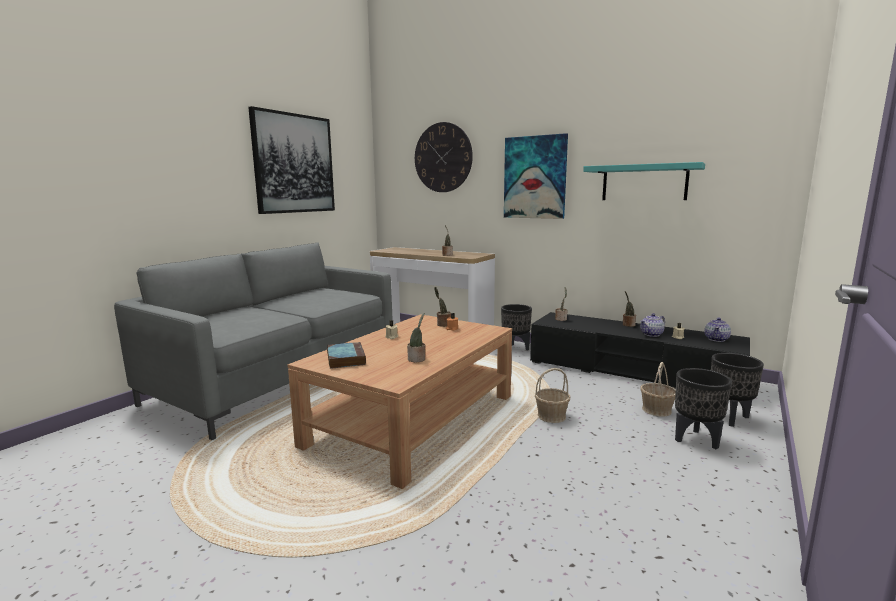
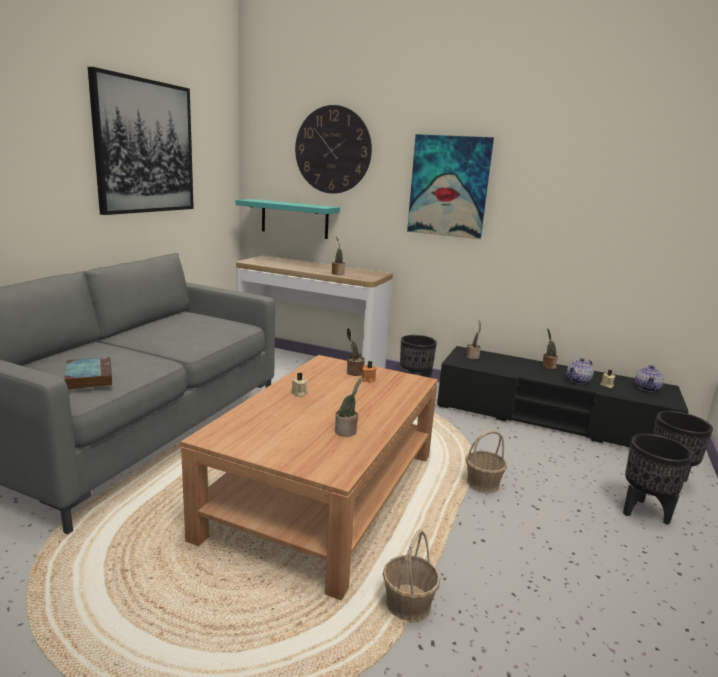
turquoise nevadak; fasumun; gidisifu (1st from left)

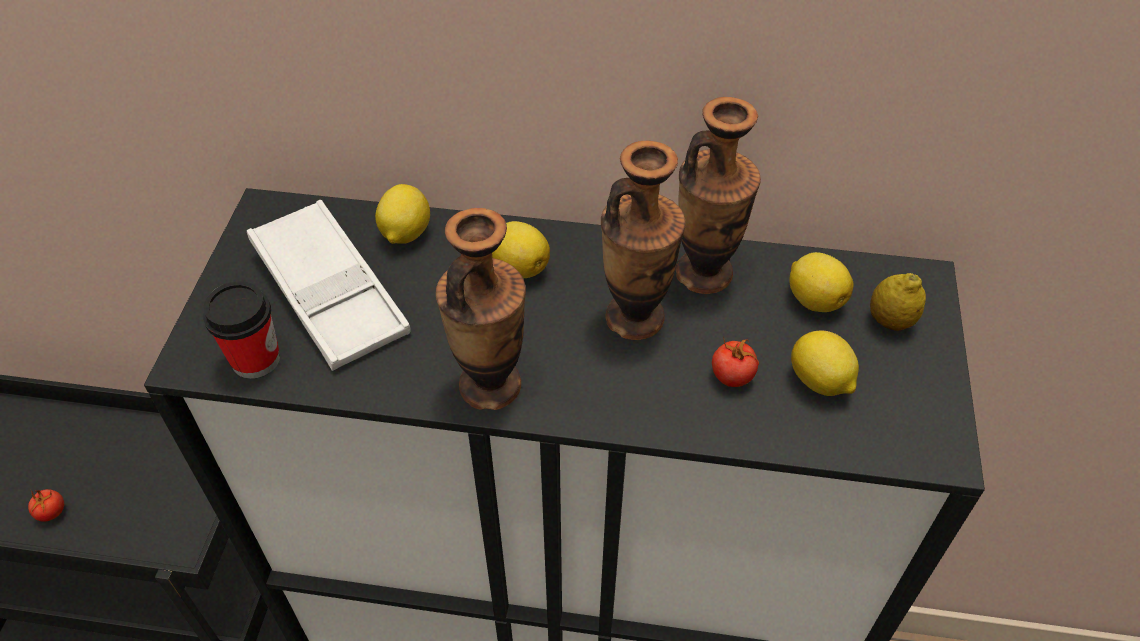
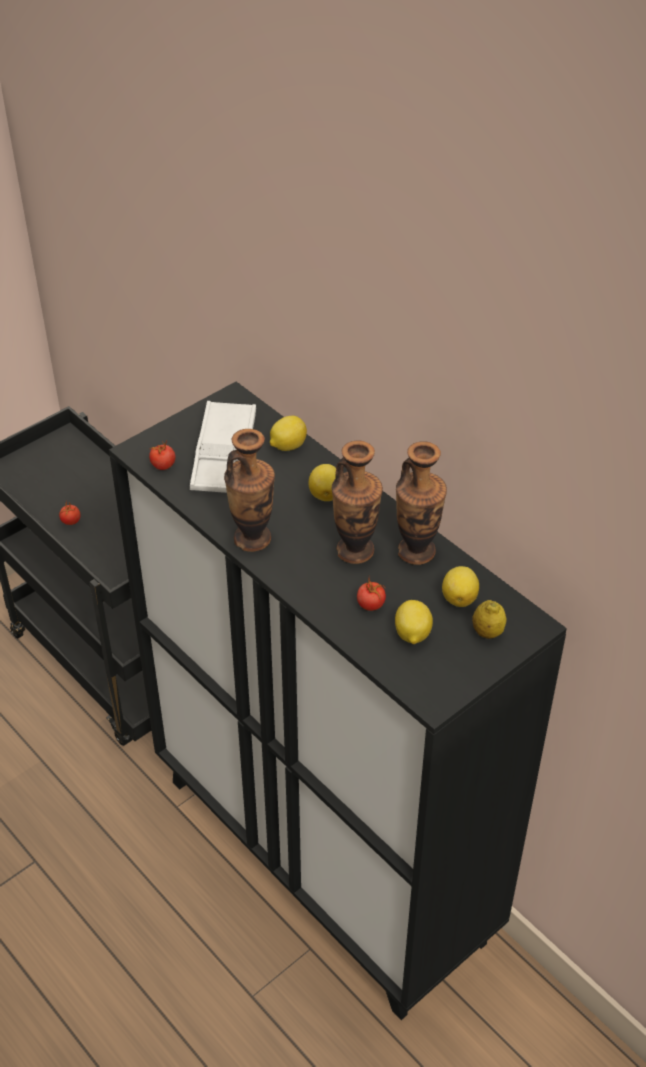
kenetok (2nd from left)

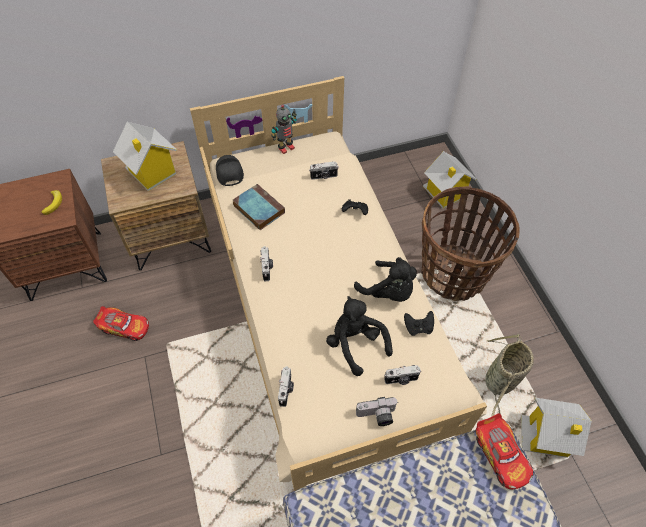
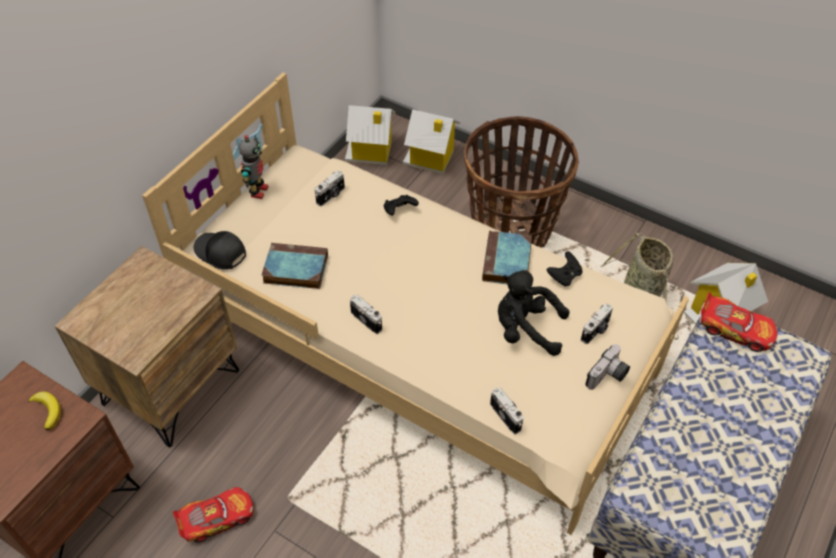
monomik (1st from left); fasumun (2nd from left)

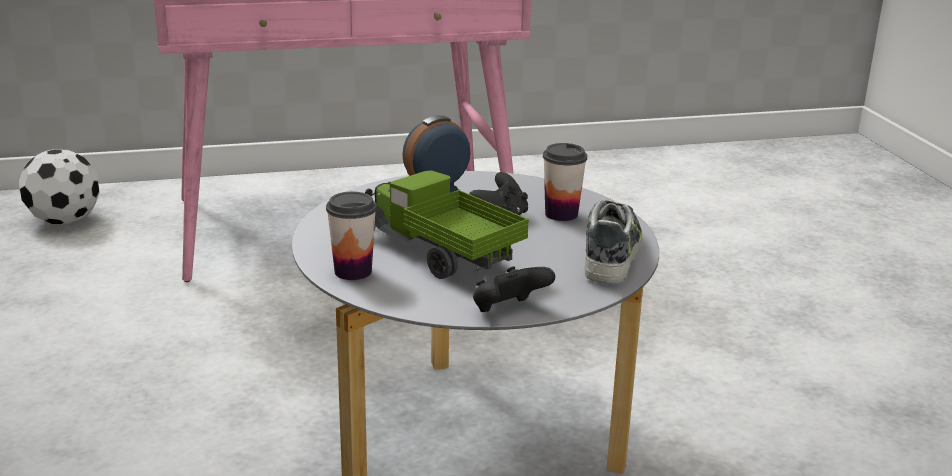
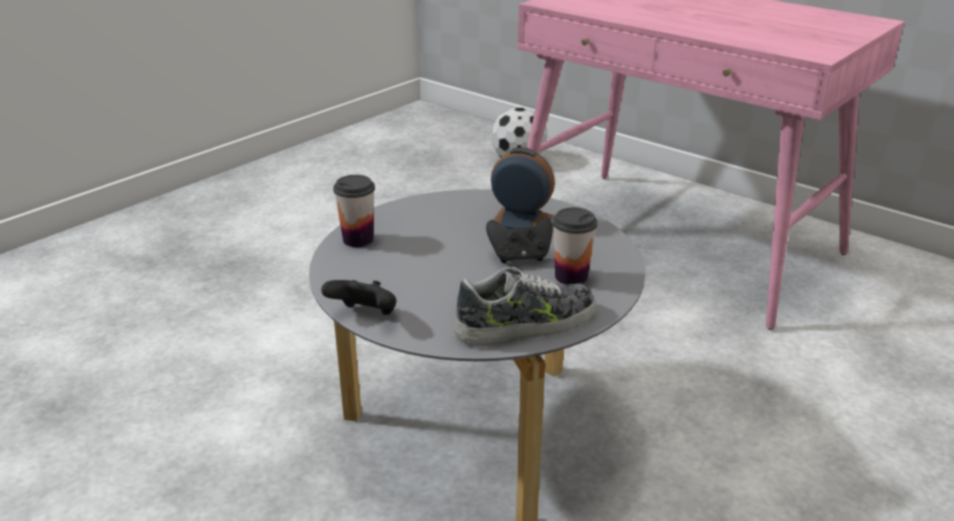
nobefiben

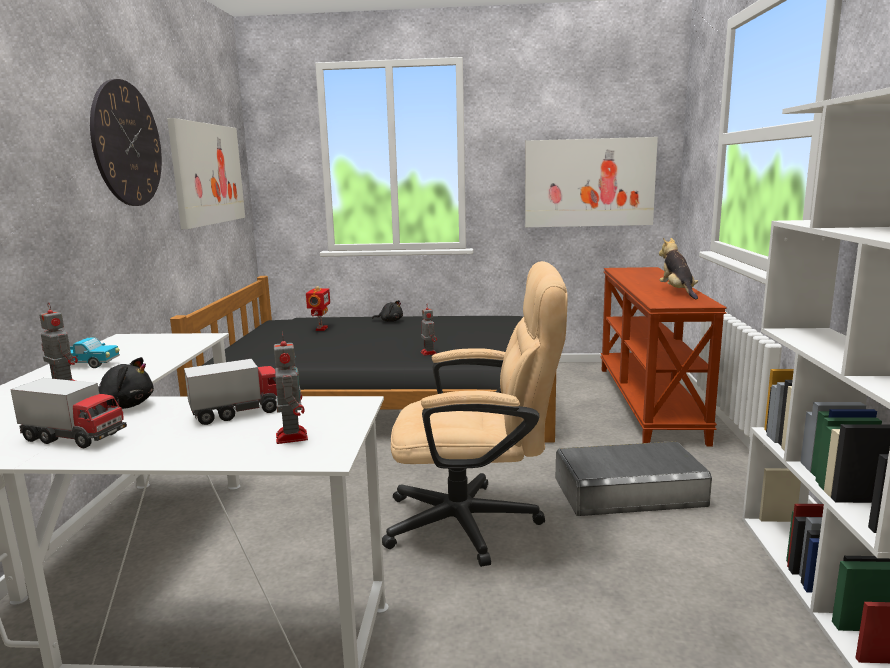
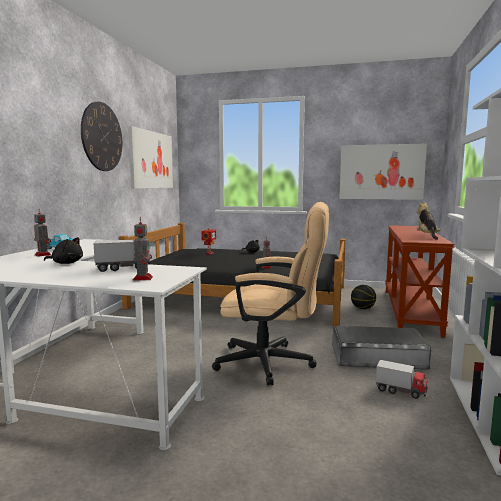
nobefiben (3rd from left); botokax

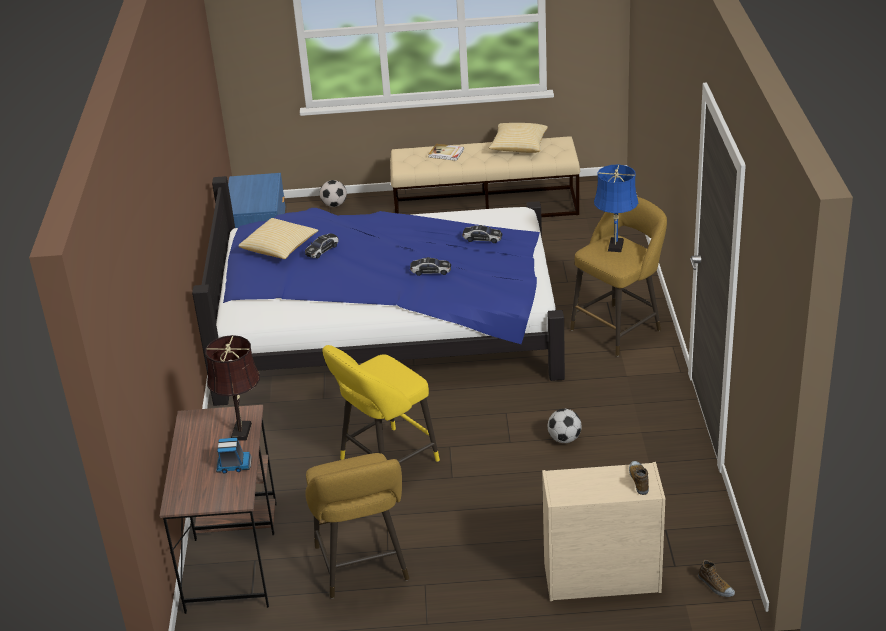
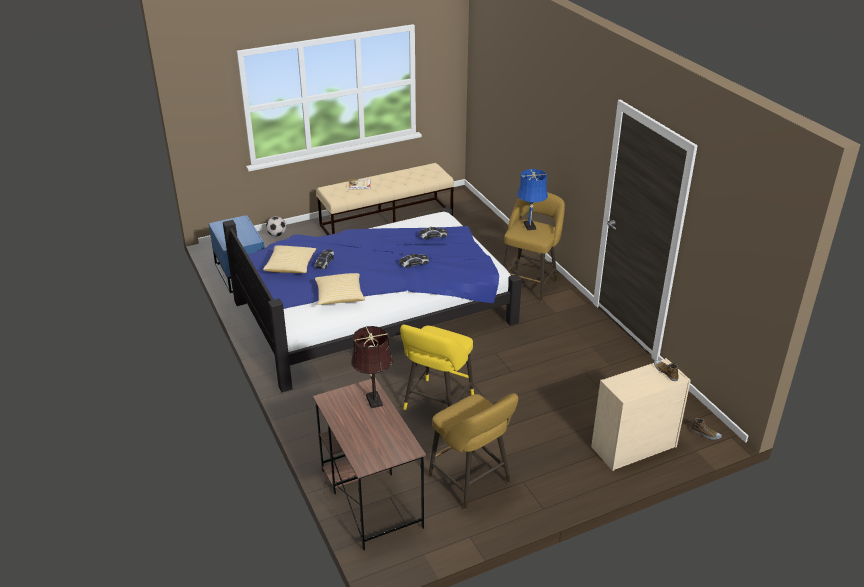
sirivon (2nd from left); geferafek (2nd from left in the first image); nobefiben

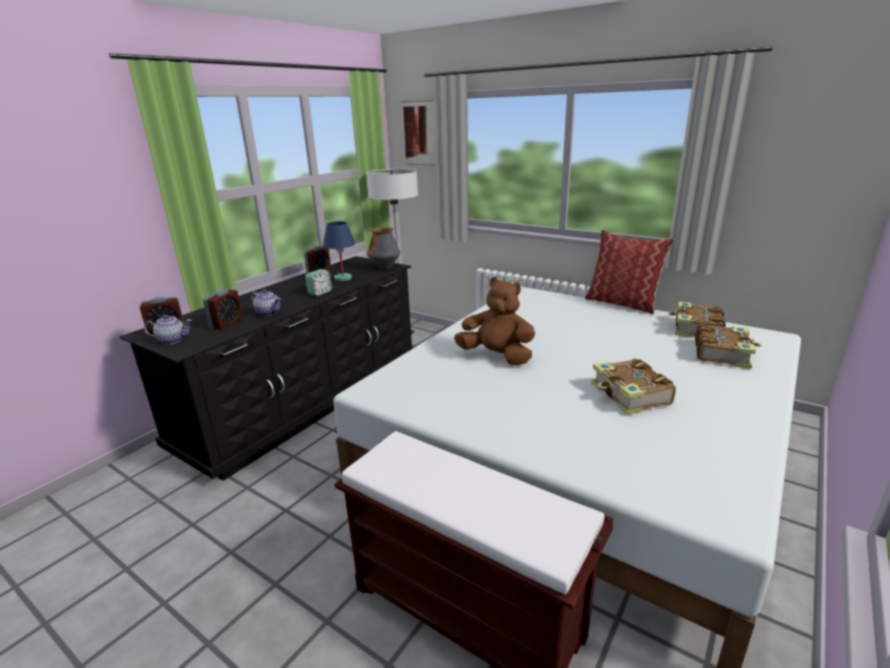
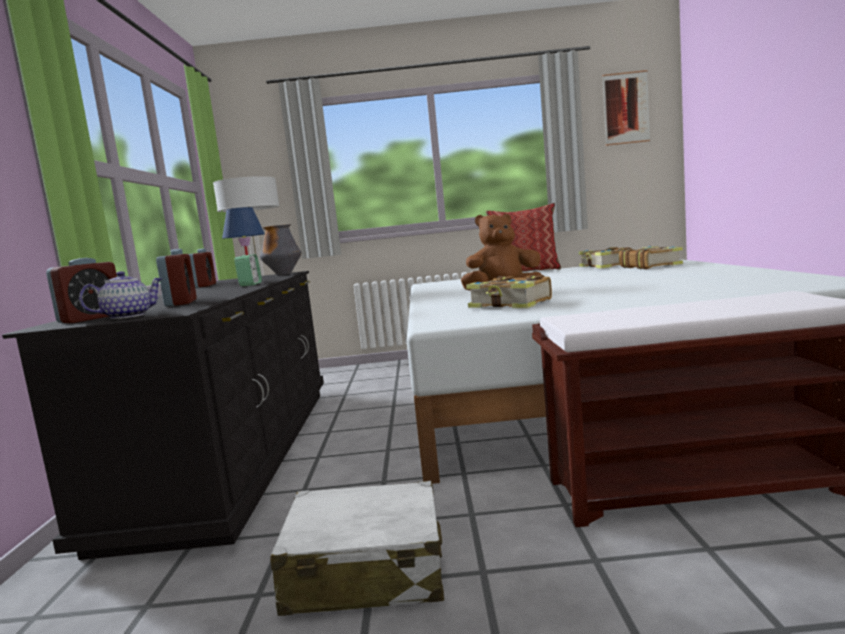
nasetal; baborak (2nd from left in the first image); fasumun (1st from left); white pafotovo

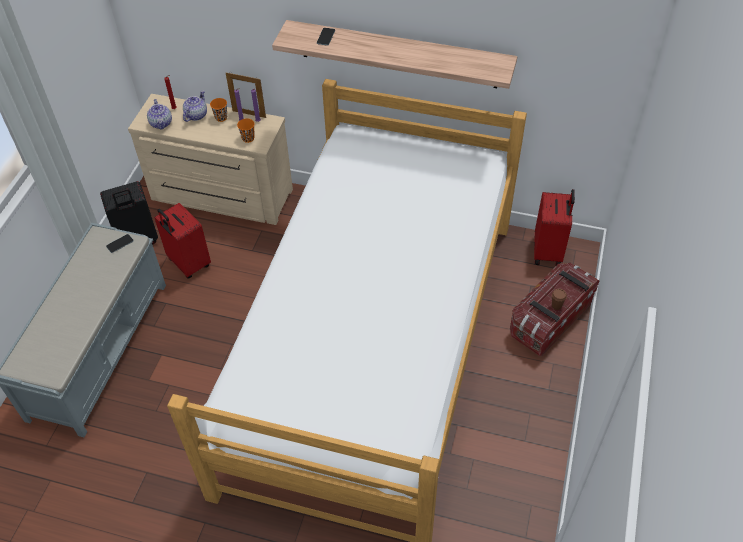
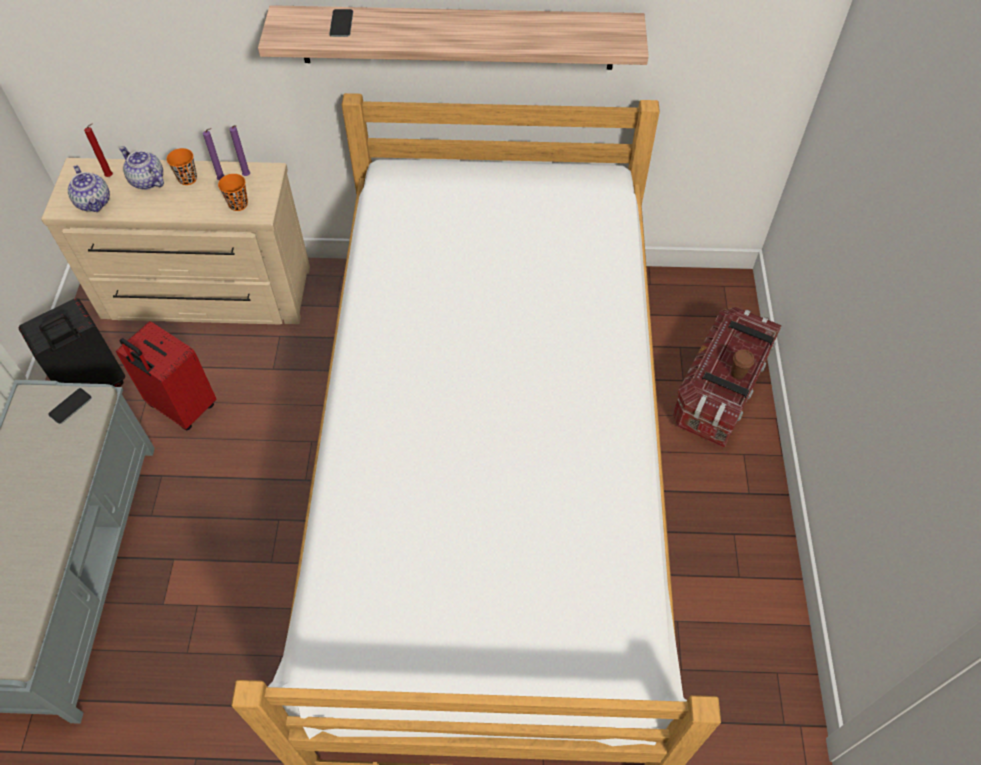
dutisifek; baborak (2nd from left); red pafotovo (2nd from left in the first image)

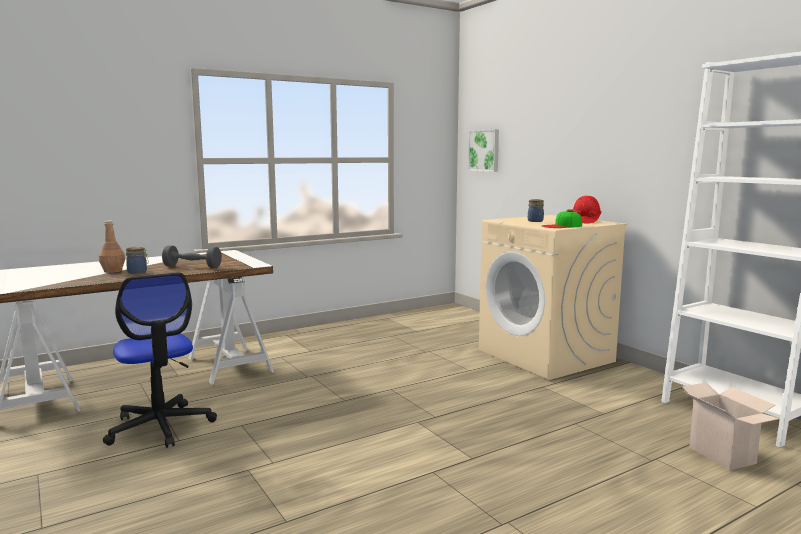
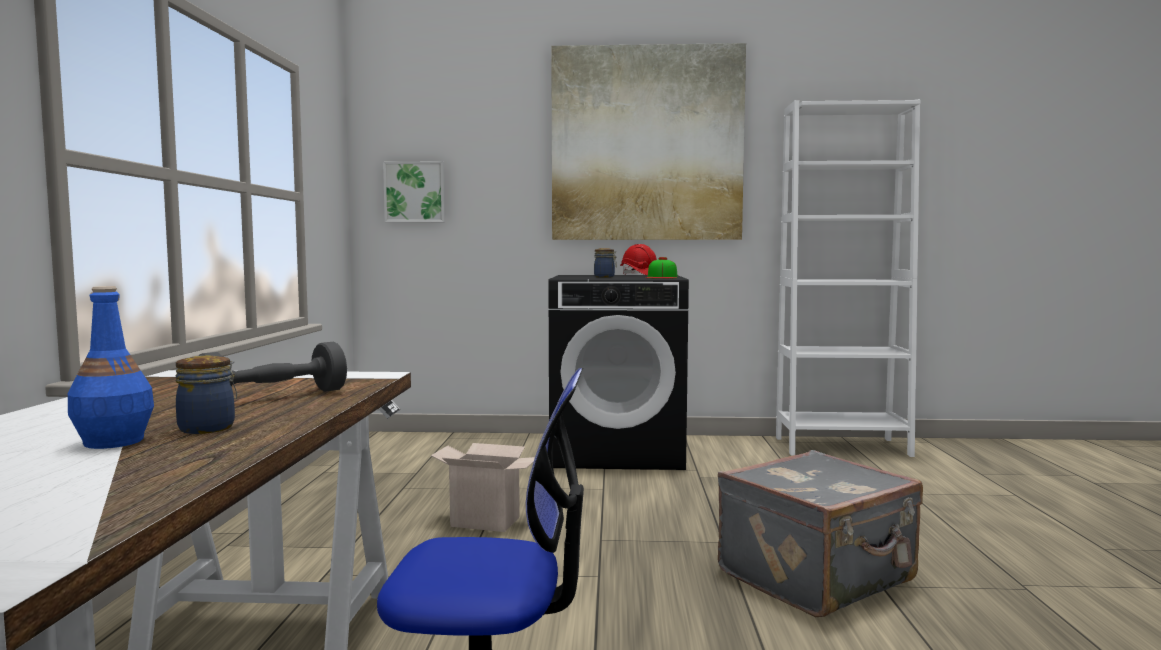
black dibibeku; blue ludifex; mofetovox; nasetal (2nd from left); grey pafotovo

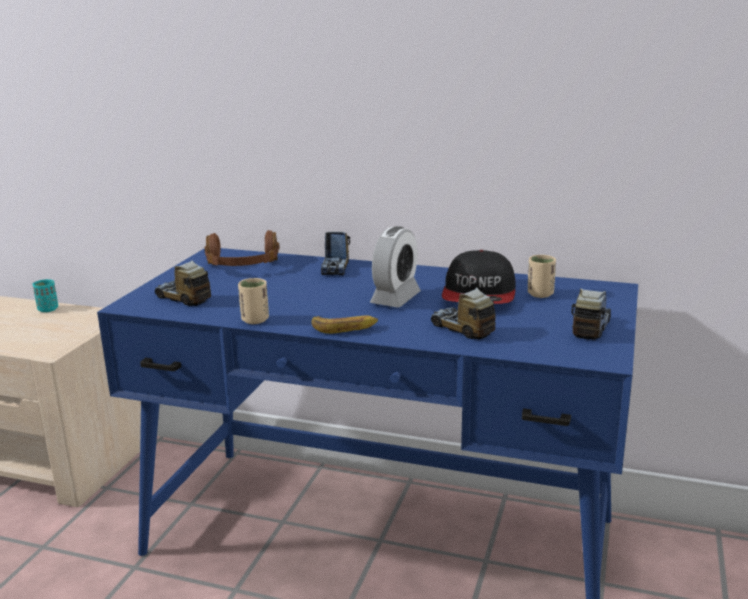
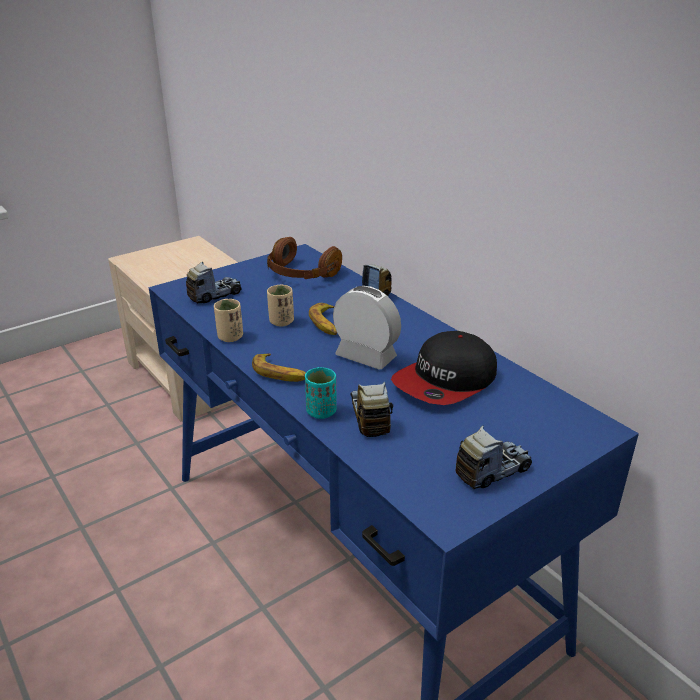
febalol; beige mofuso (2nd from left); nobefiben (1st from left); turquoise mofuso; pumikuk (2nd from left)

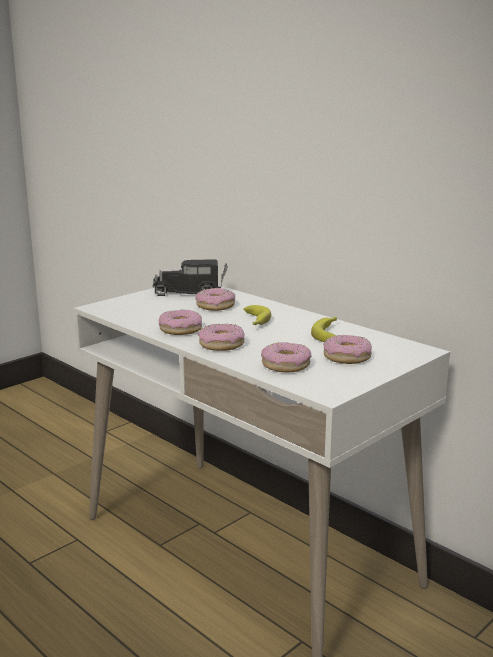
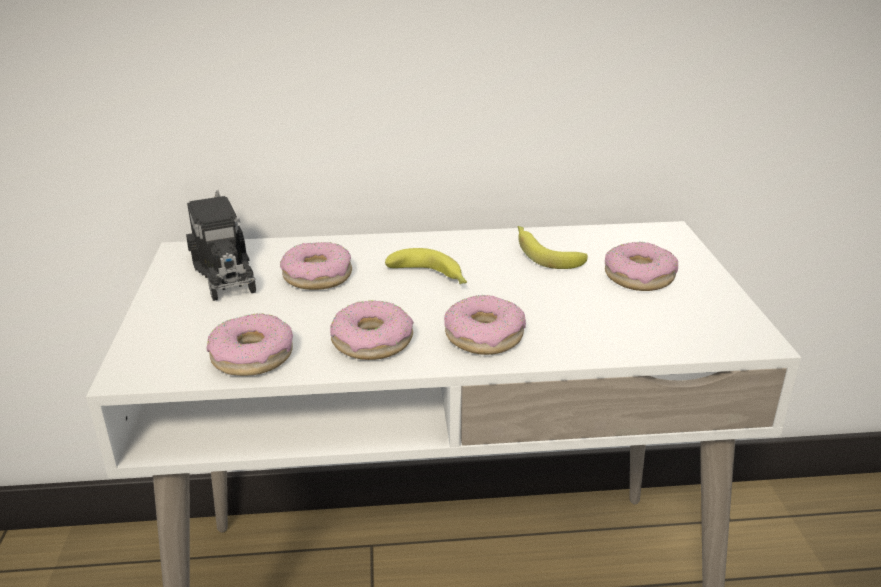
nobefiben; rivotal (1st from left)

